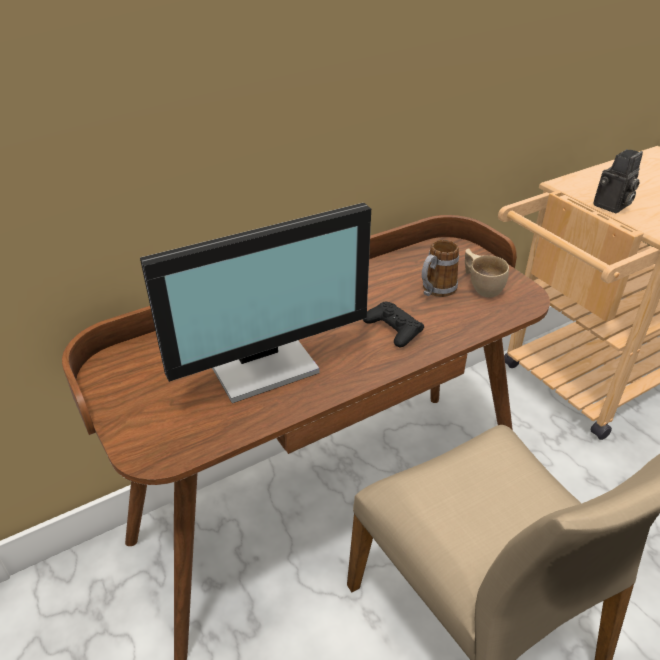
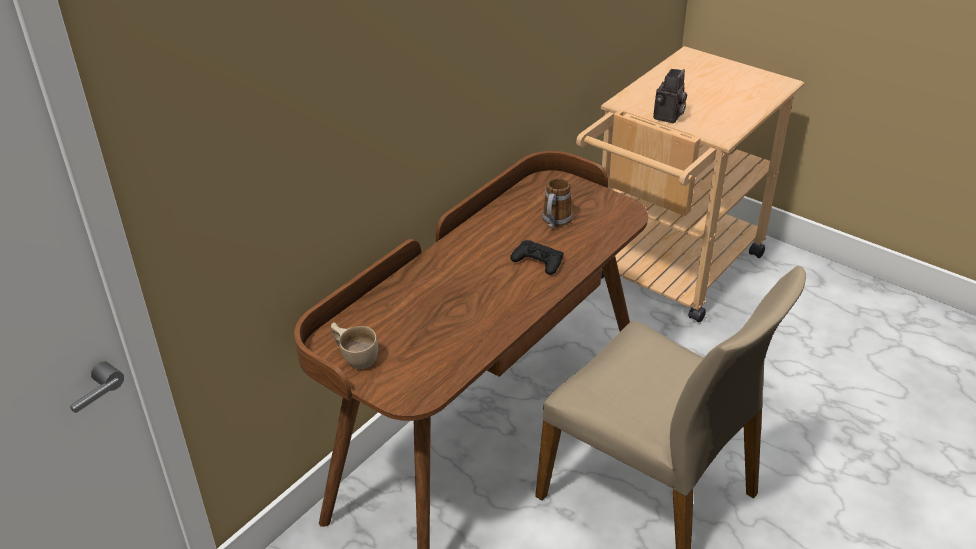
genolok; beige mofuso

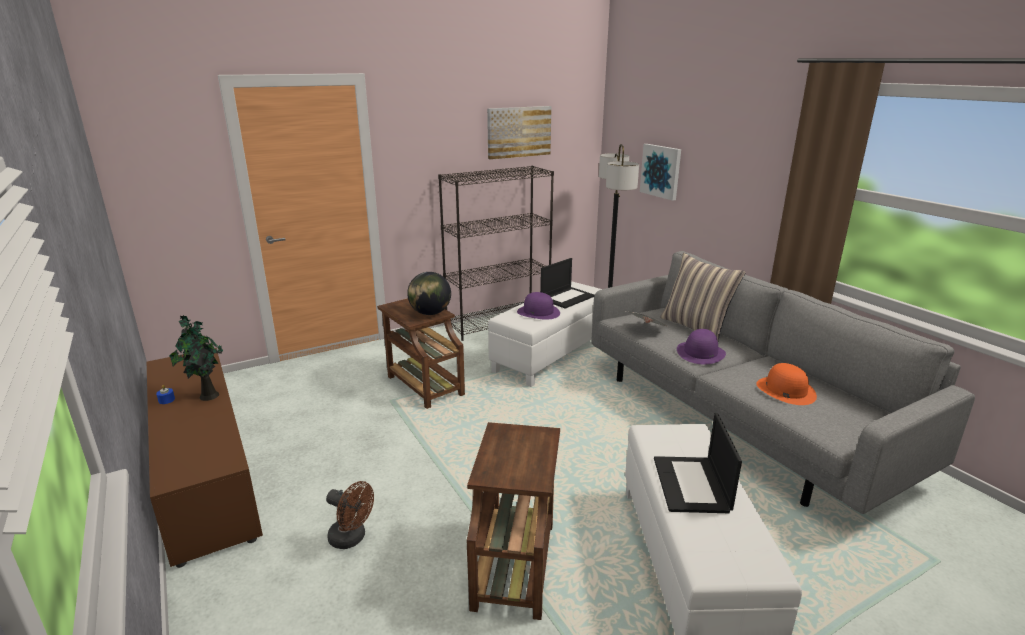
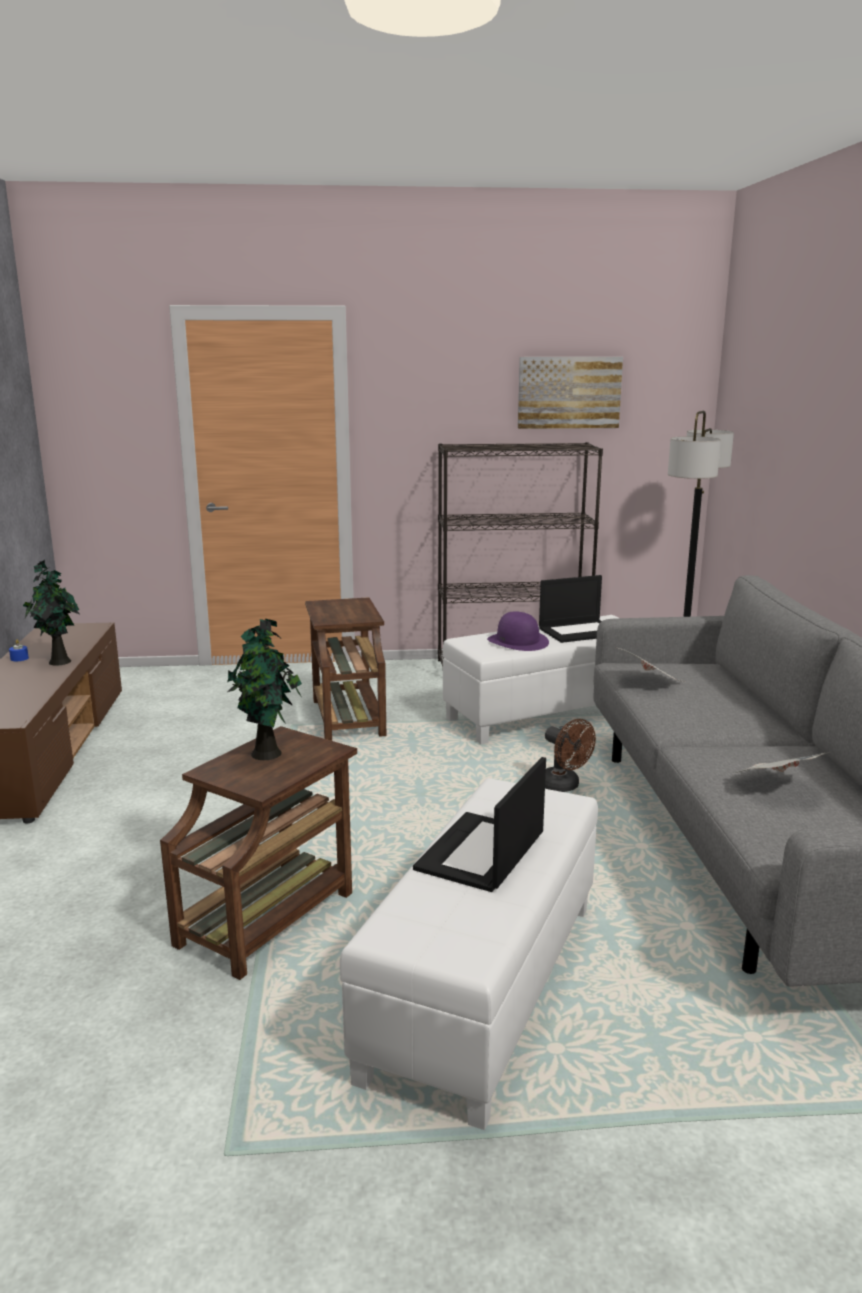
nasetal (2nd from left in the first image); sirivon; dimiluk; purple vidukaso (2nd from left in the first image); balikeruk (2nd from left); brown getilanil; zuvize (2nd from left)

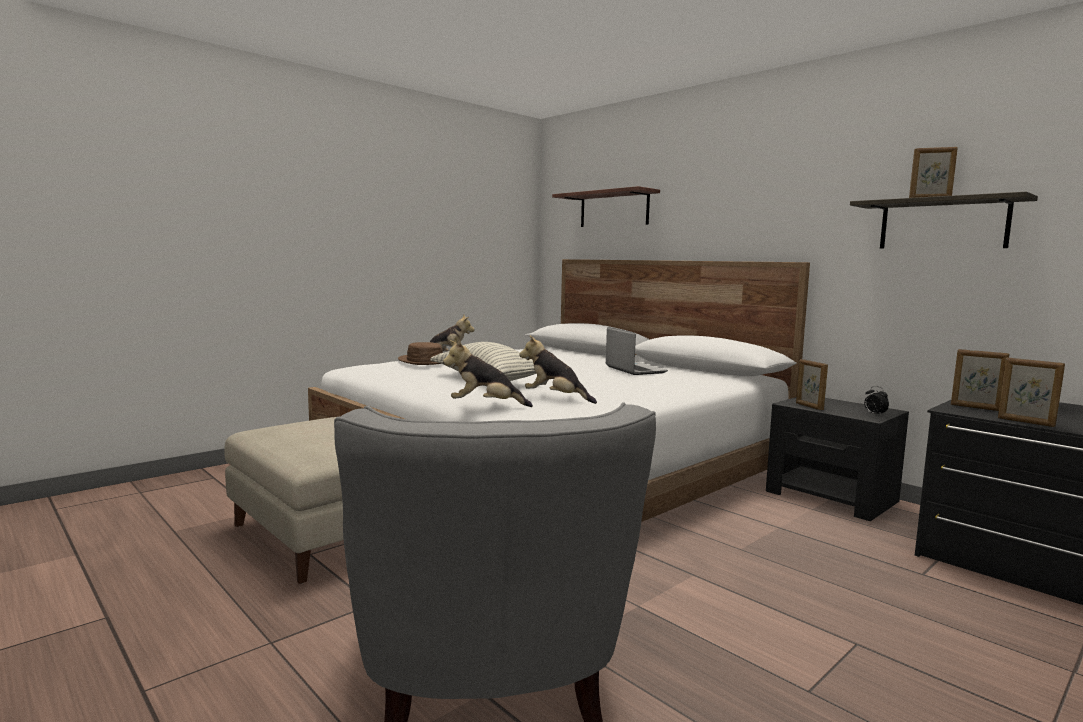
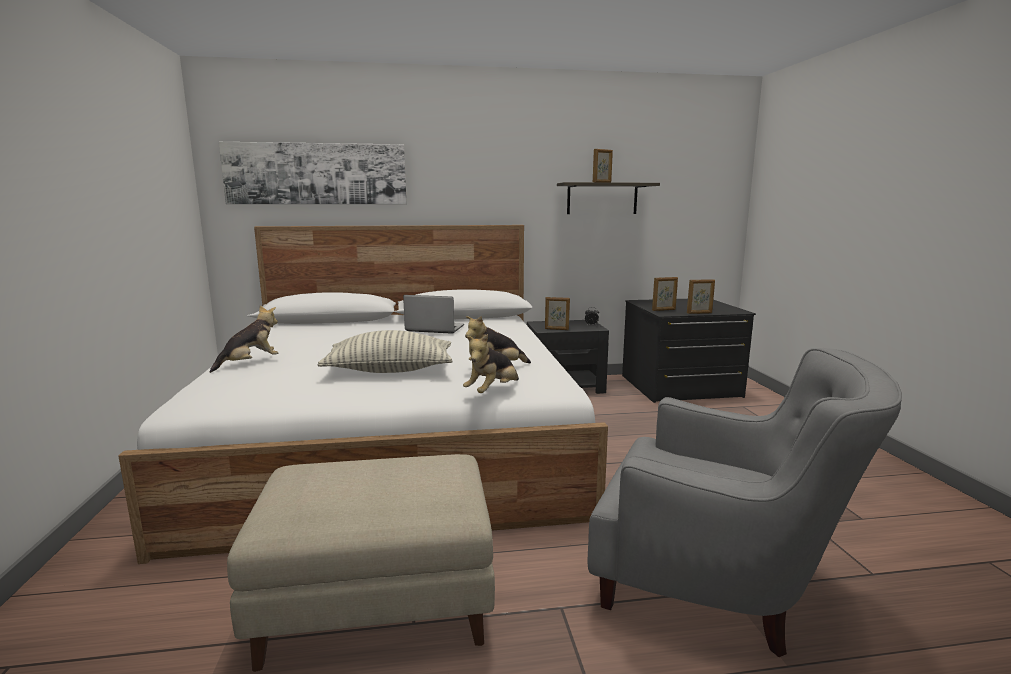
nasetal; brown vidukaso

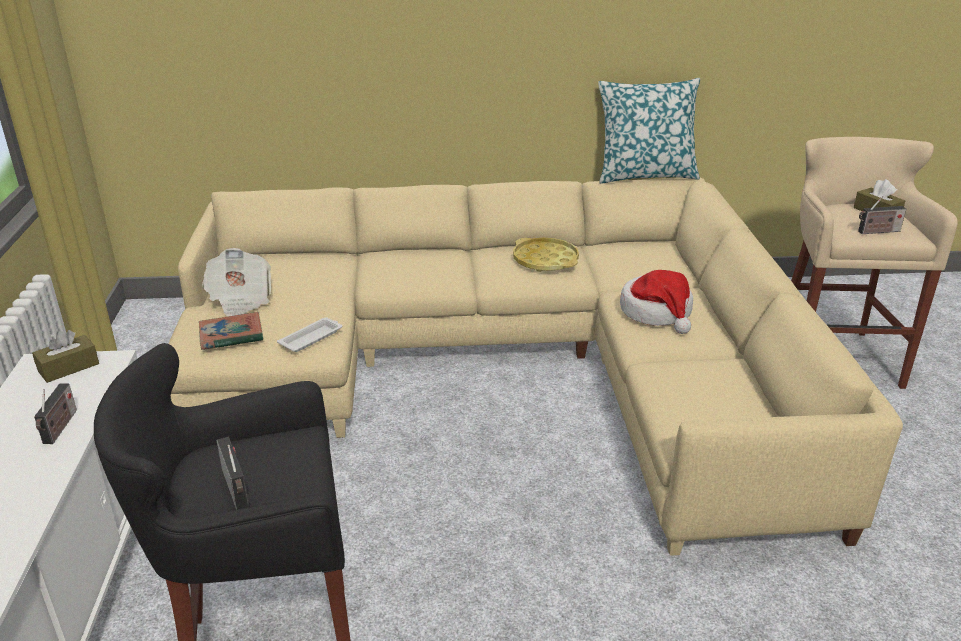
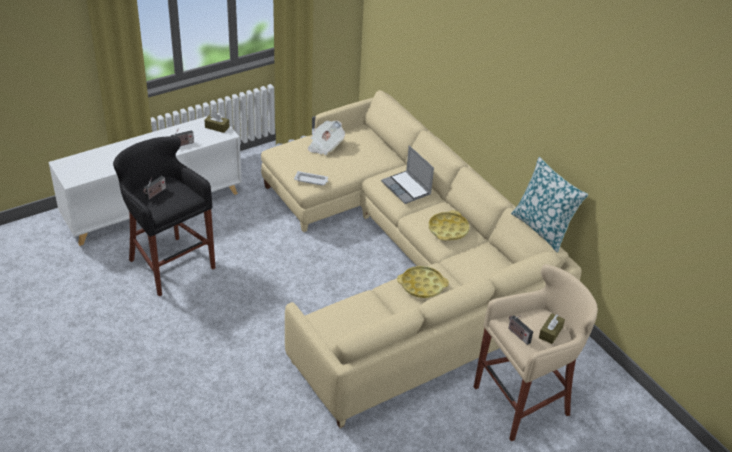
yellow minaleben (1st from left); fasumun; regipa

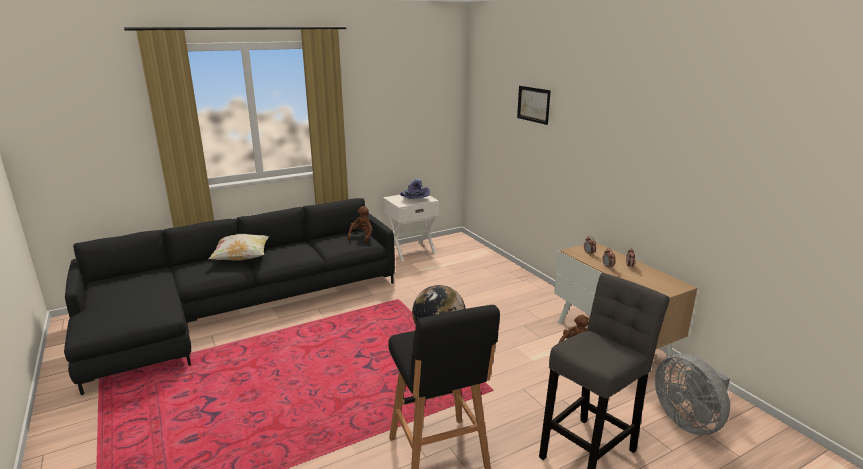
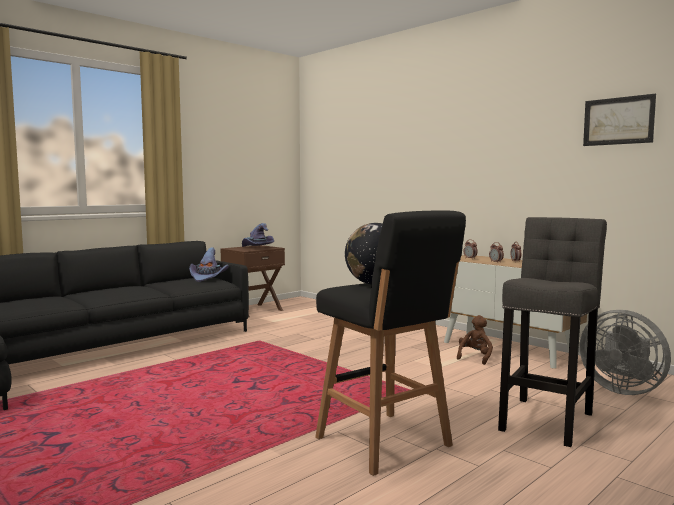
nasetal; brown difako; purple vidukaso (1st from left); sirivon

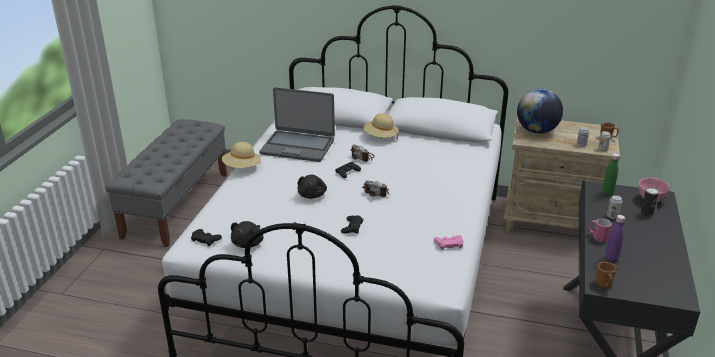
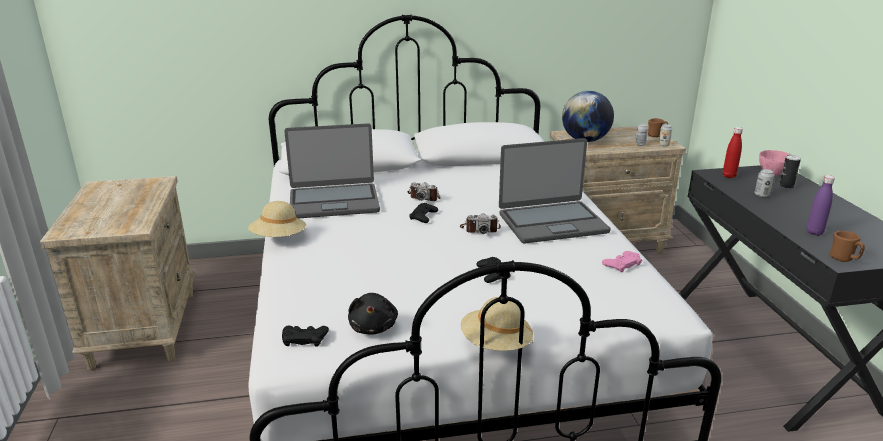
beige vidukaso (2nd from left); beige difako (1st from left); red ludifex; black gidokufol (2nd from left in the first image); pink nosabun; regipa (2nd from left)

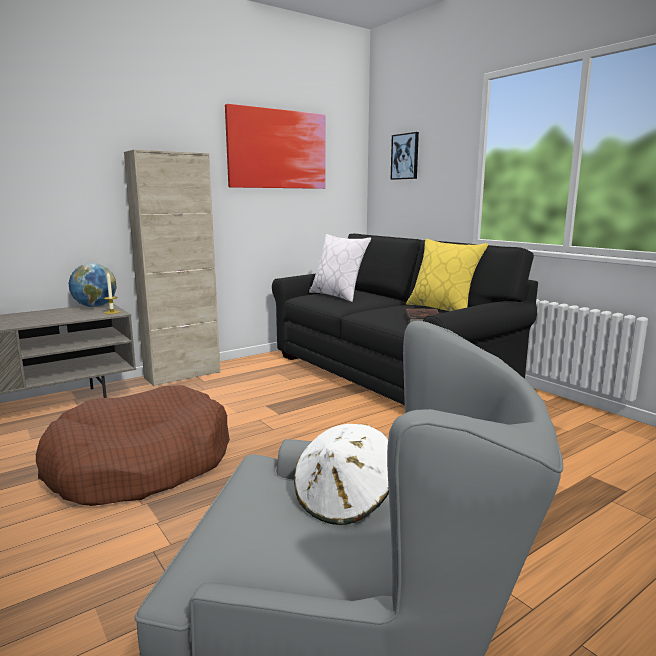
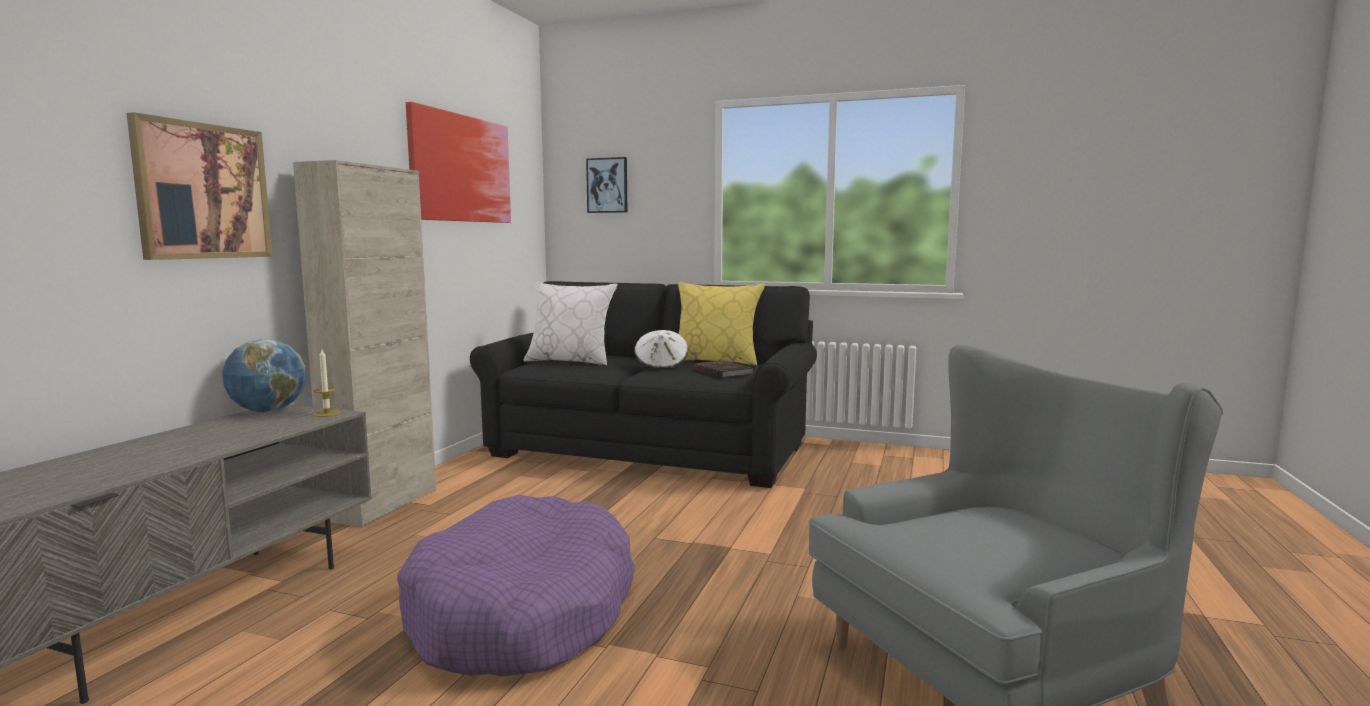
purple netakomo; white vidukaso; nasetal (1st from left)

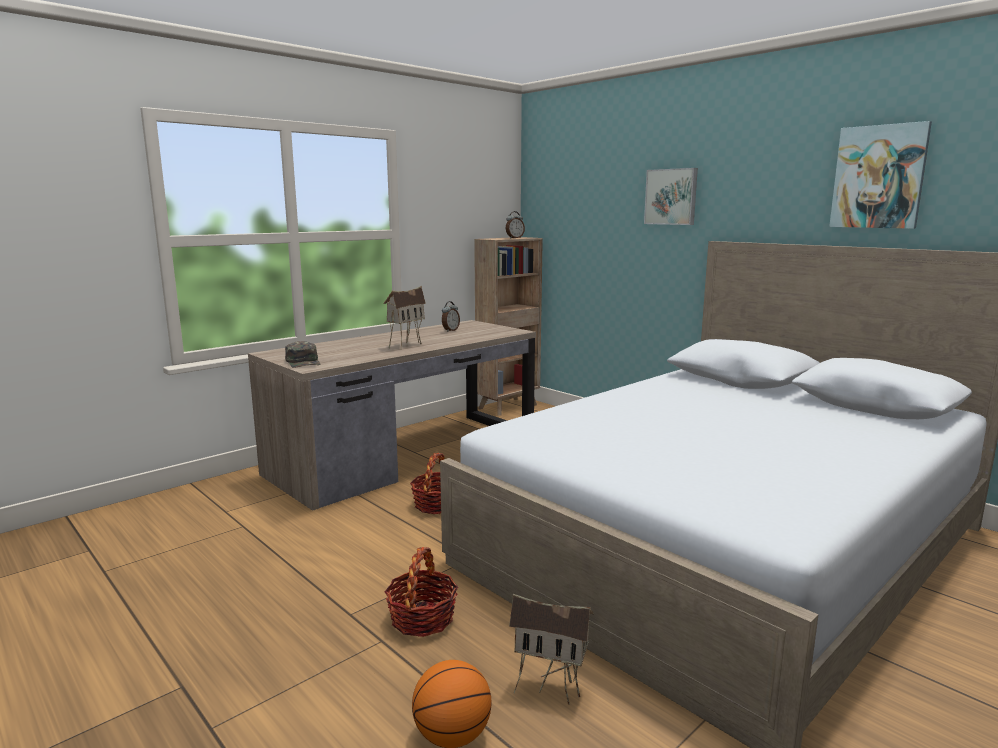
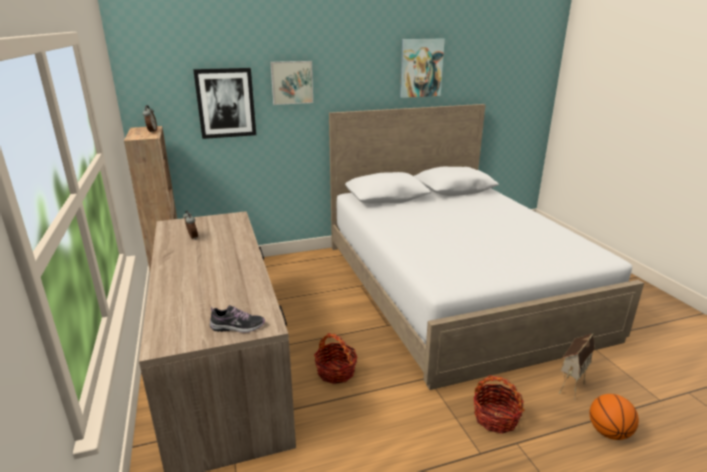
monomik (1st from left in the first image); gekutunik; nasetal (1st from left)

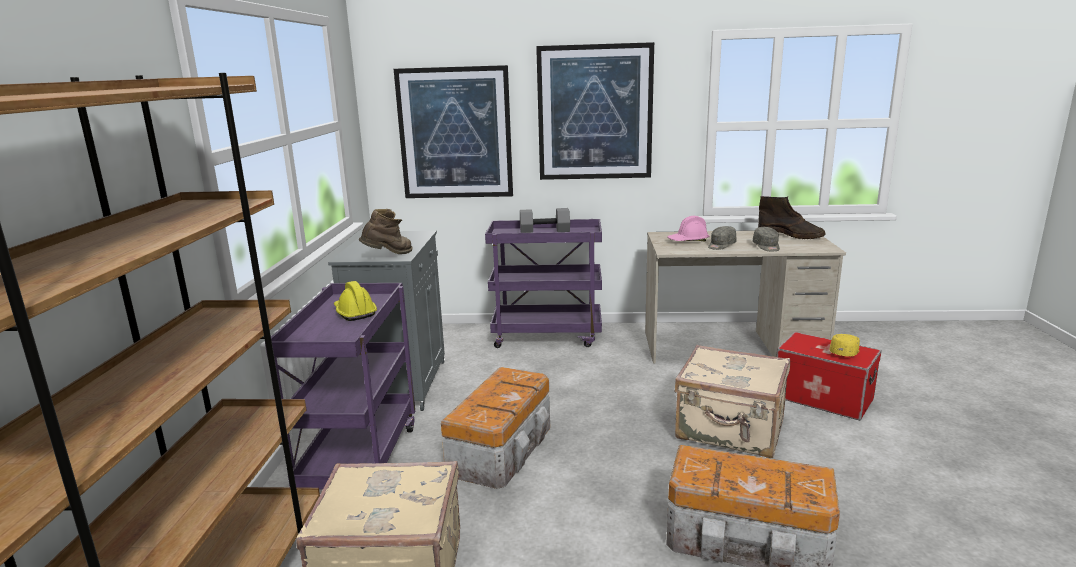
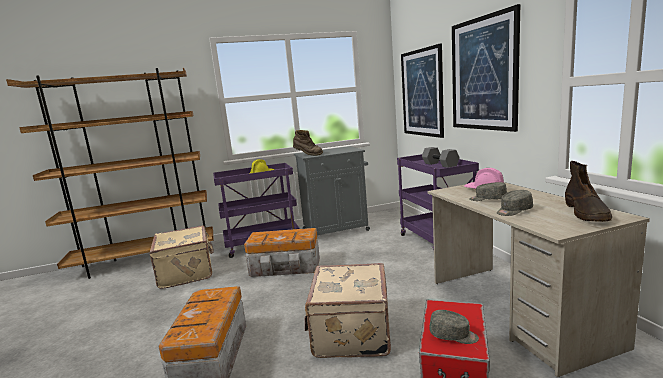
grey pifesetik (1st from left)

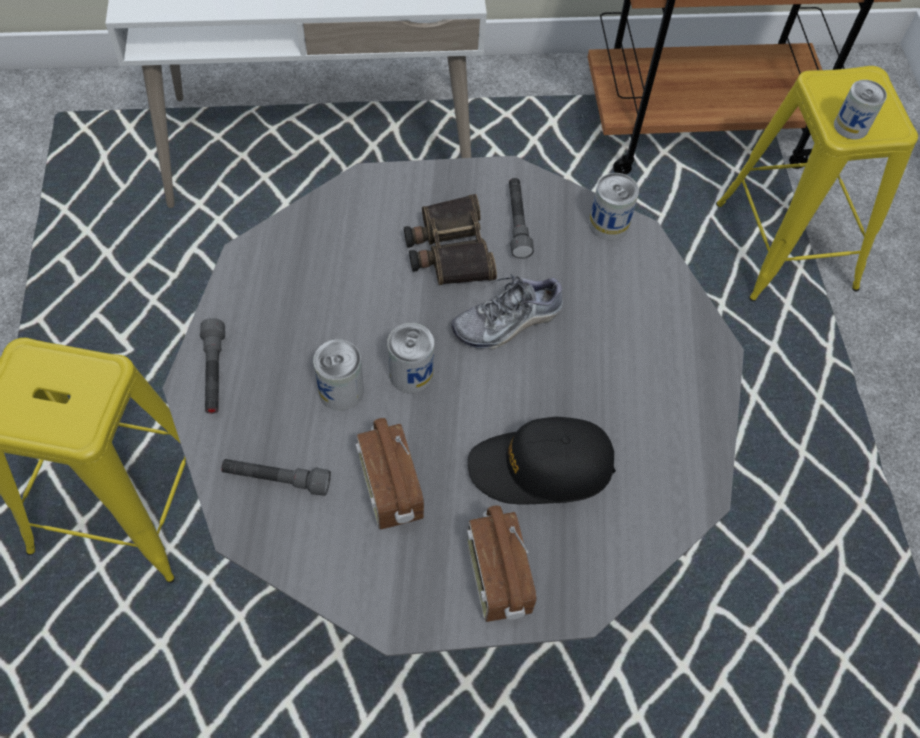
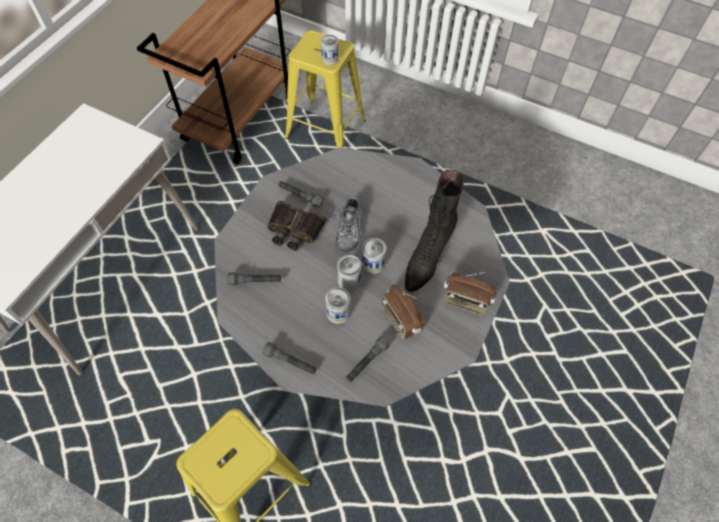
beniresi (4th from left); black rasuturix; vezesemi (1st from left); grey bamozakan (1st from left)

